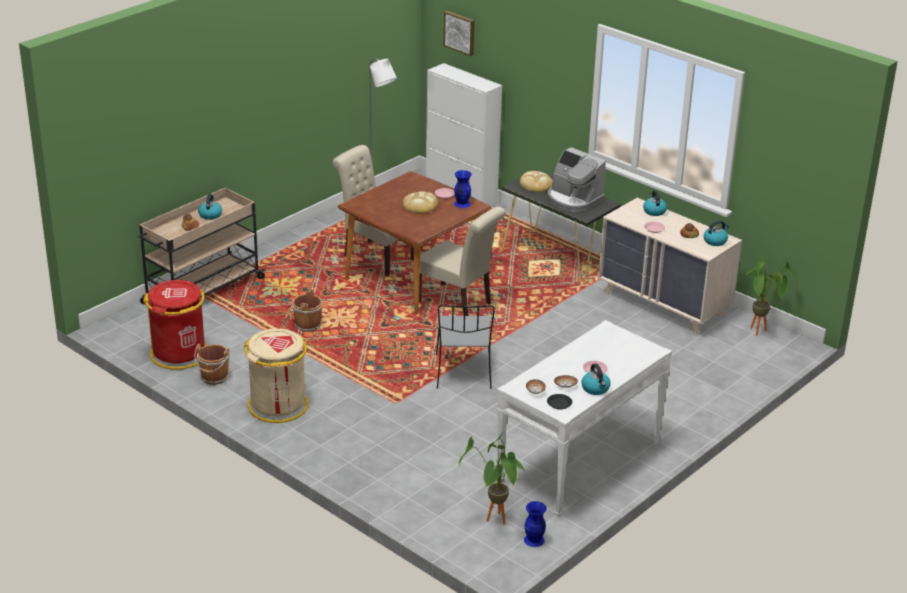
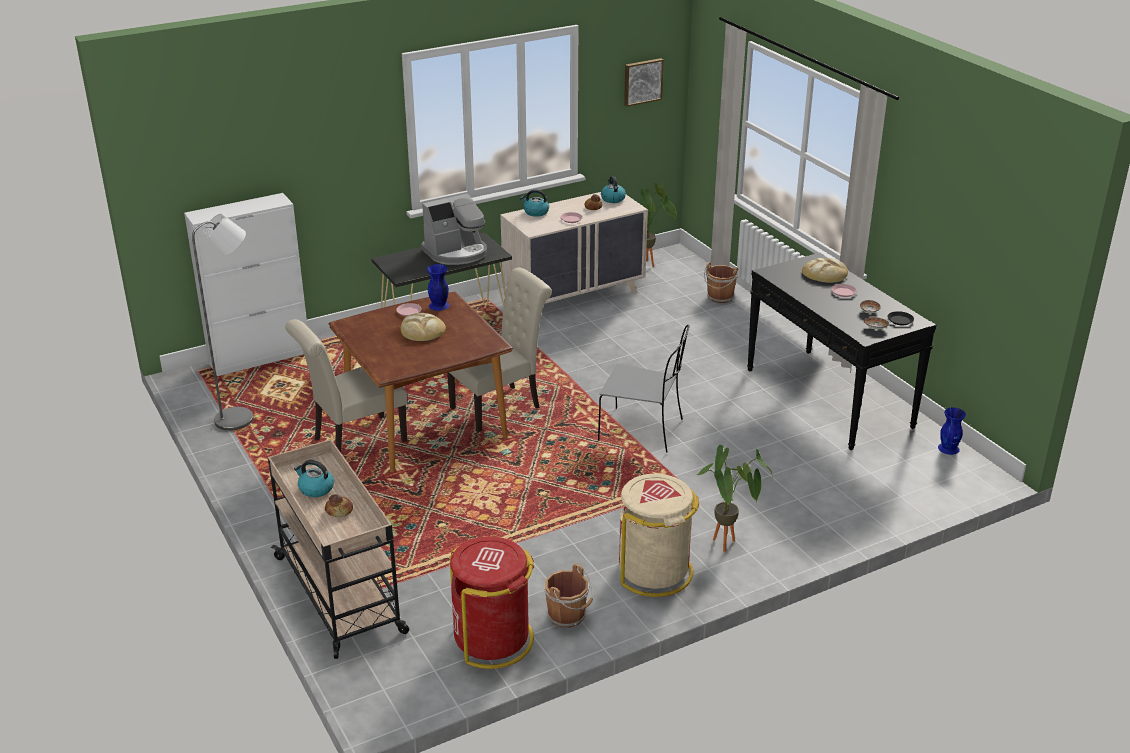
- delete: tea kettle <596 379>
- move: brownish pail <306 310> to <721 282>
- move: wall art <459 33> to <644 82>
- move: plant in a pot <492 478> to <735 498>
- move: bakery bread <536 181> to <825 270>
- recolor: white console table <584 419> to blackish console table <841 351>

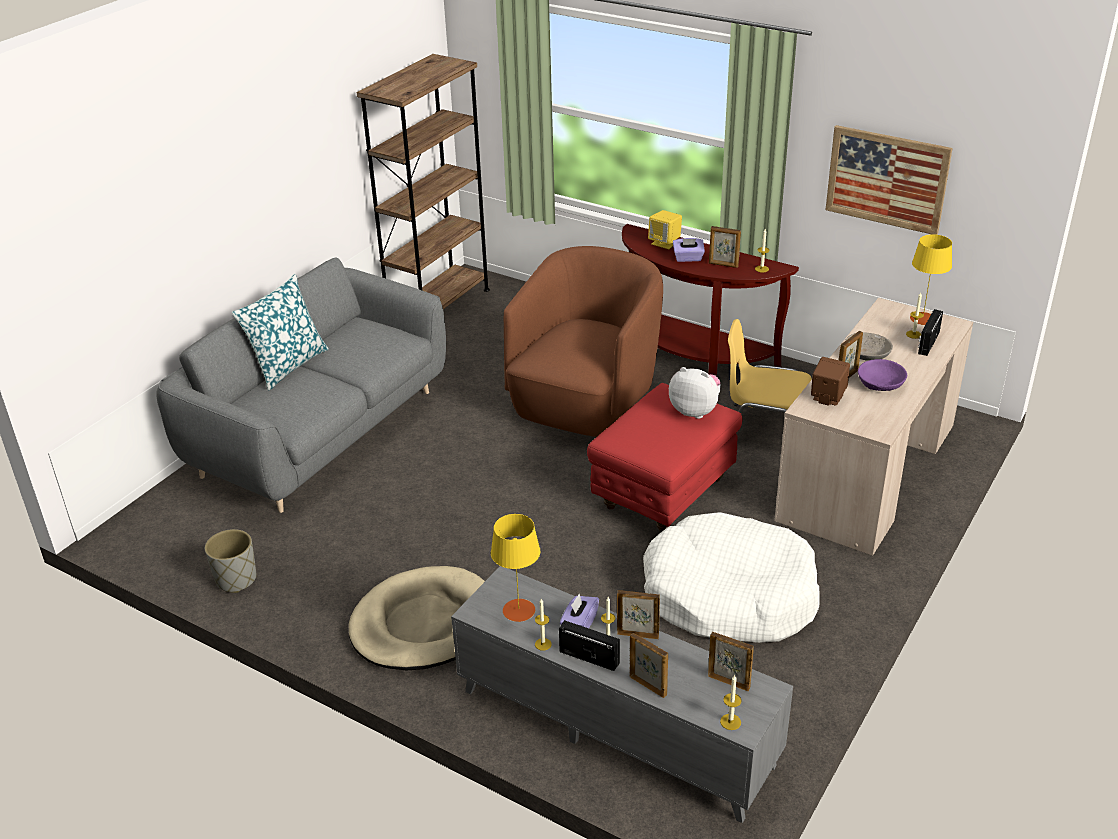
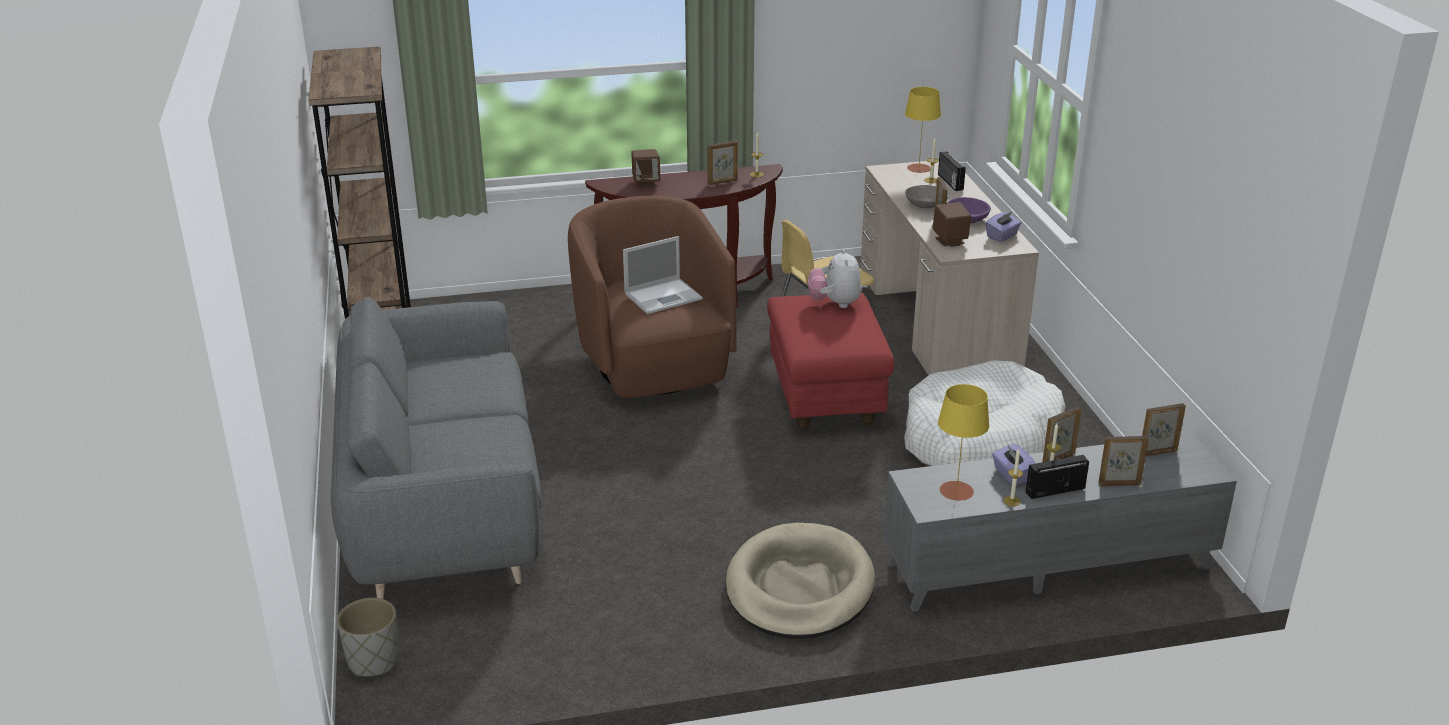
- delete: throw pillow <280 332>
- delete: wax candle <731 702>
- delete: wall art <889 180>
- insert: laptop <663 275>
- move: gray flower pot <230 561> to <368 637>
- move: purple-coloured box of tissues <689 250> to <1003 226>
- recolor: yellow loudspeaker <665 229> to brownish loudspeaker <645 168>
- rotate: plush toy <695 393> = <835 278> 75 degrees counterclockwise

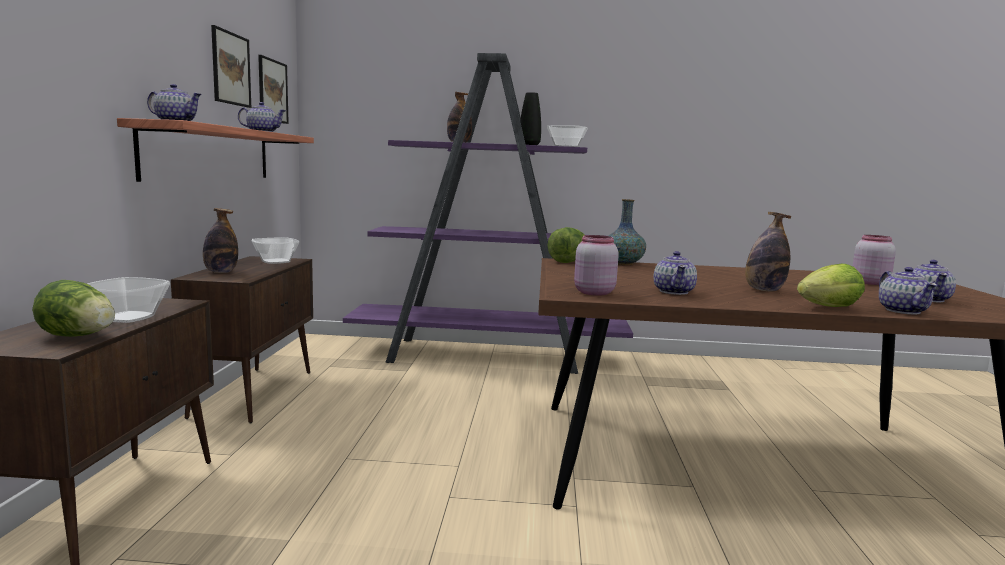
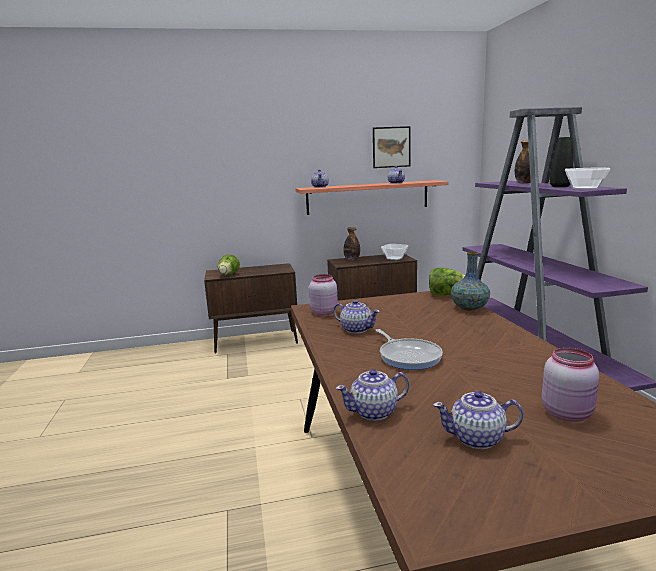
- delete: serving bowl <128 300>
- delete: wall art <273 89>
- delete: lettuce <831 285>
- replace: drink bottle <768 252> to frying pan <409 349>
- rotate: pot for tea <675 273> = <356 317> 135 degrees counterclockwise

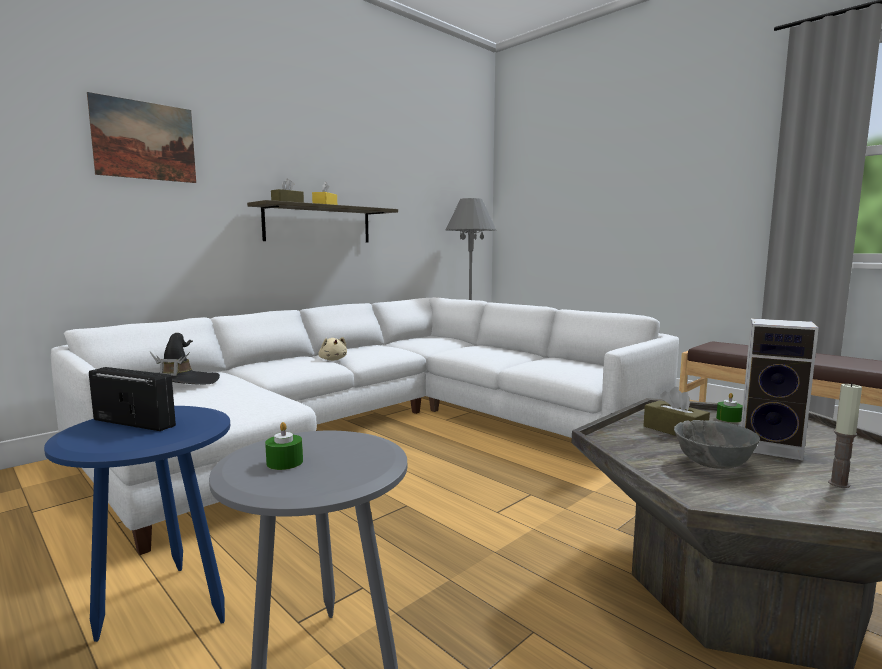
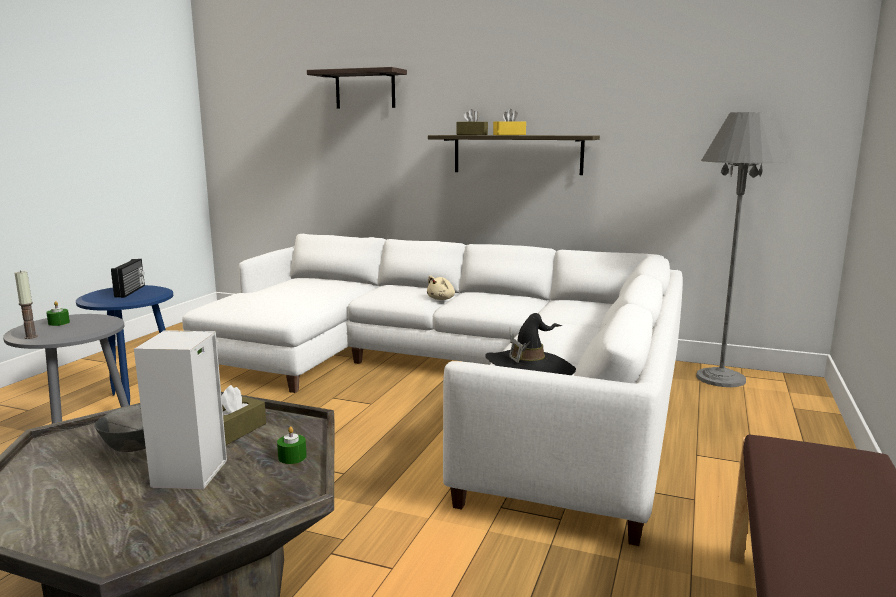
- move: blackish hat <184 358> to <530 344>
- move: wax candle <845 435> to <26 304>
- replace: wall art <141 137> to bracket shelf <357 87>

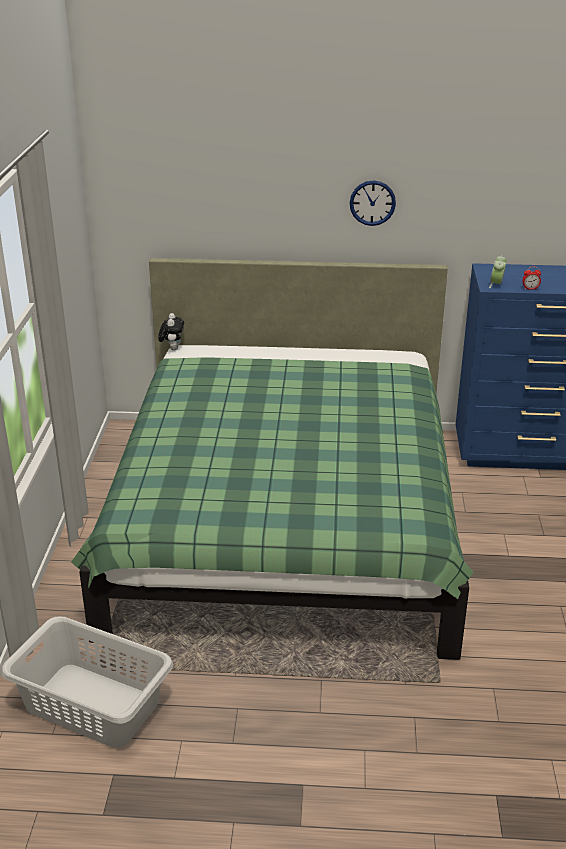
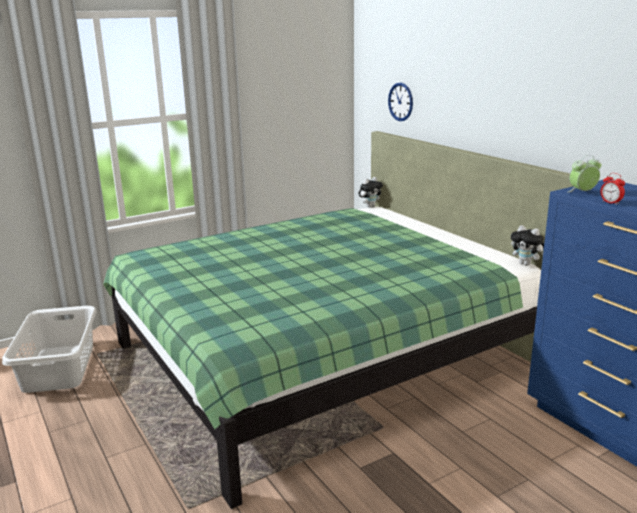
- insert: plush toy <527 245>
- move: wall clock <373 203> to <400 102>

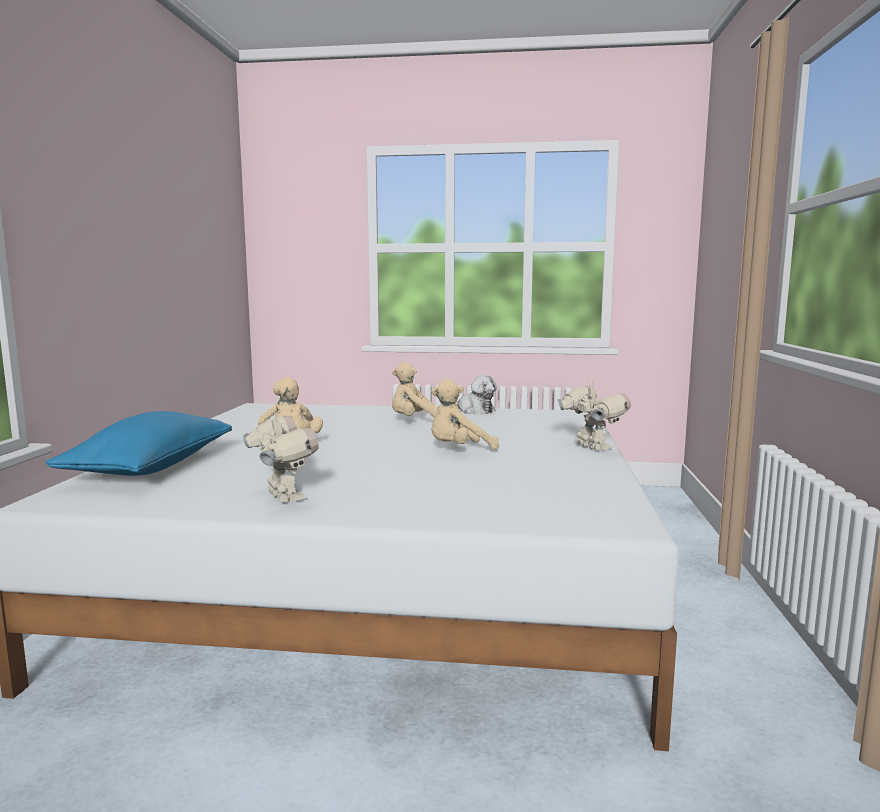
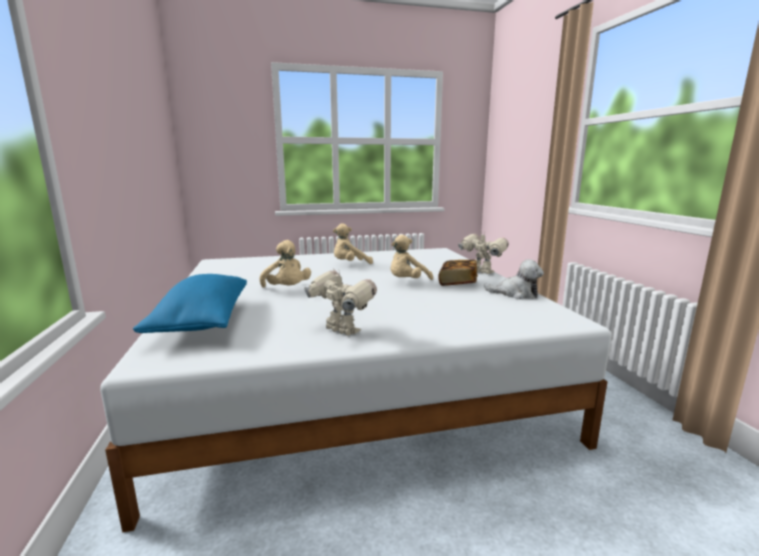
- insert: volume <458 273>
- move: plush toy <476 394> to <514 279>

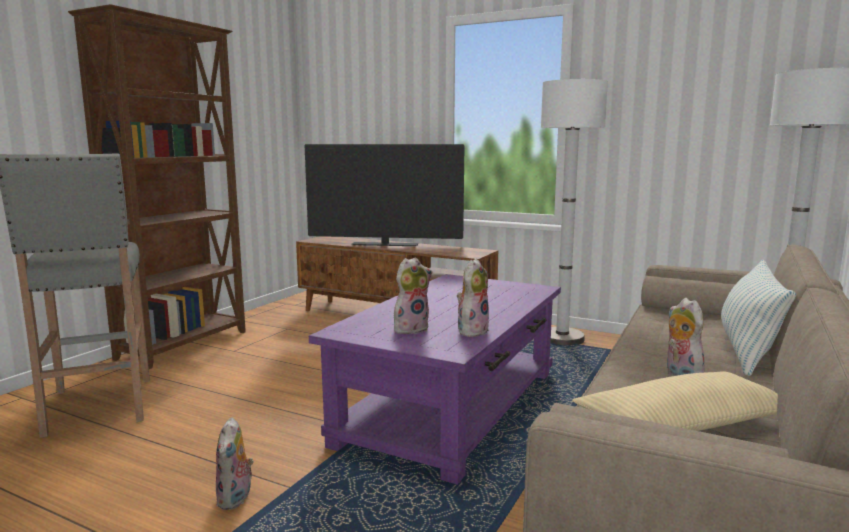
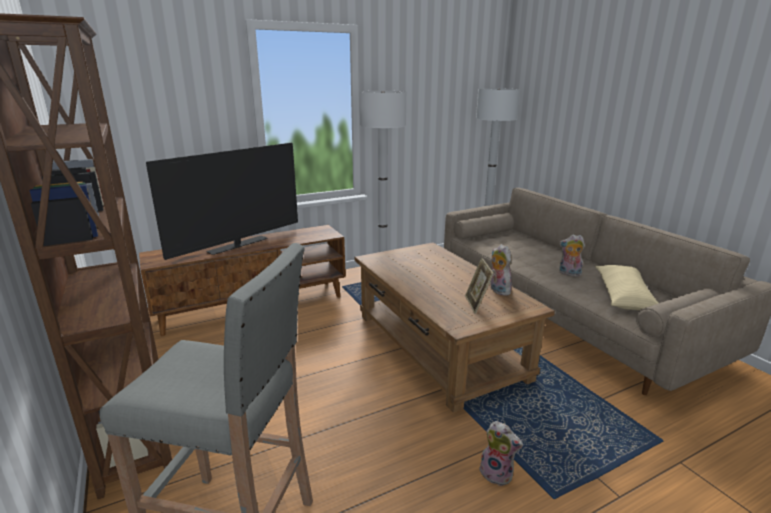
- delete: throw pillow <758 318>
- replace: plush toy <413 295> to photo frame <479 286>
- recolor: purple-coloured lounge table <435 379> to brownish lounge table <455 327>

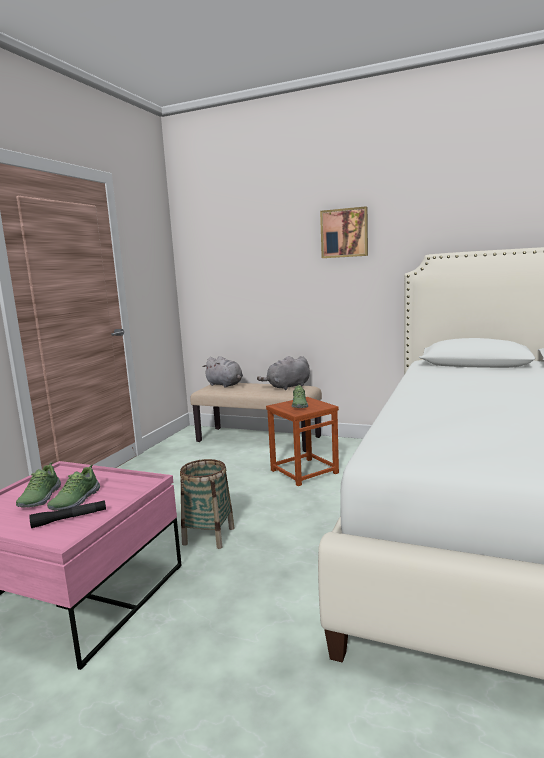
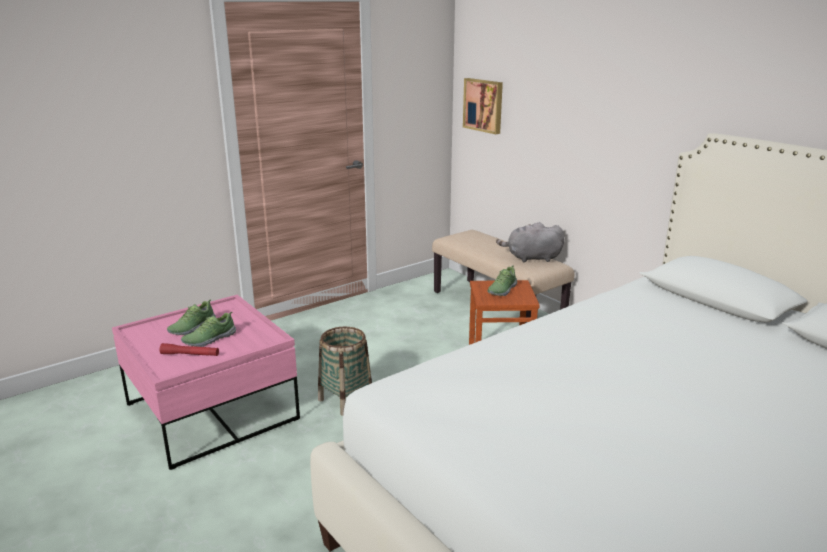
- delete: gray plush toy <223 372>
- move: wall art <344 232> to <483 106>
- recolor: blackish flashlight <67 514> to reddish flashlight <189 349>

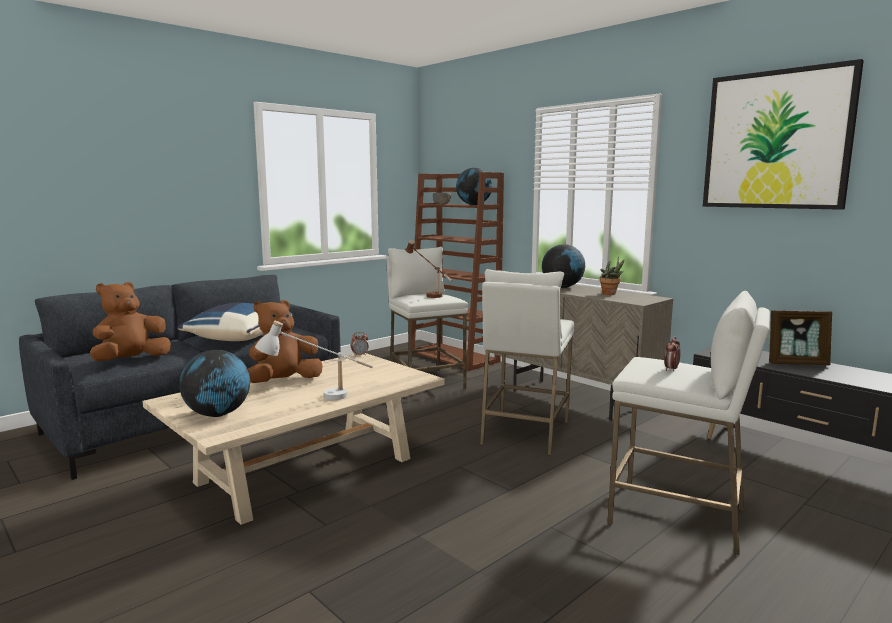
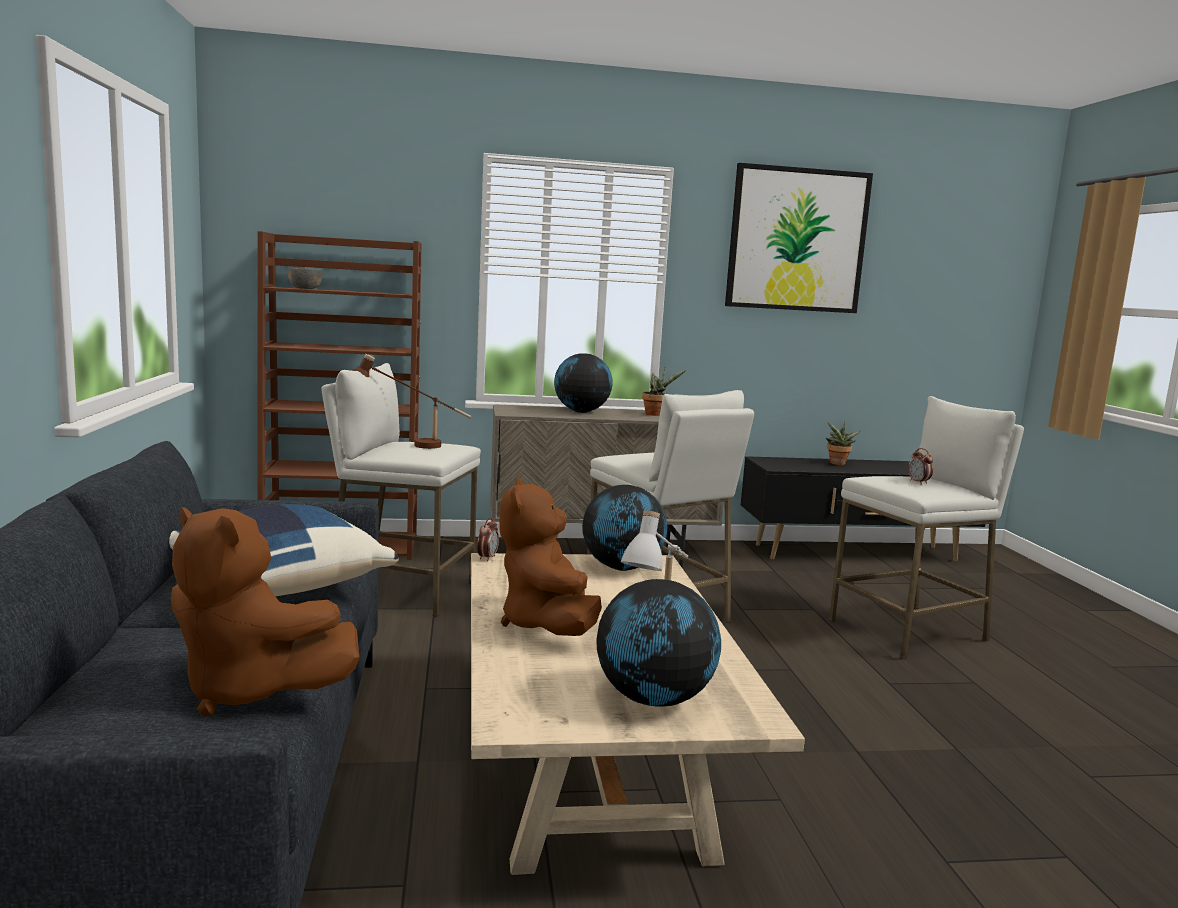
- move: globe <474 186> to <624 528>
- replace: photo frame <800 337> to plant in a pot <843 443>
- rotate: brownish plush toy <130 321> = <265 612> 45 degrees counterclockwise

